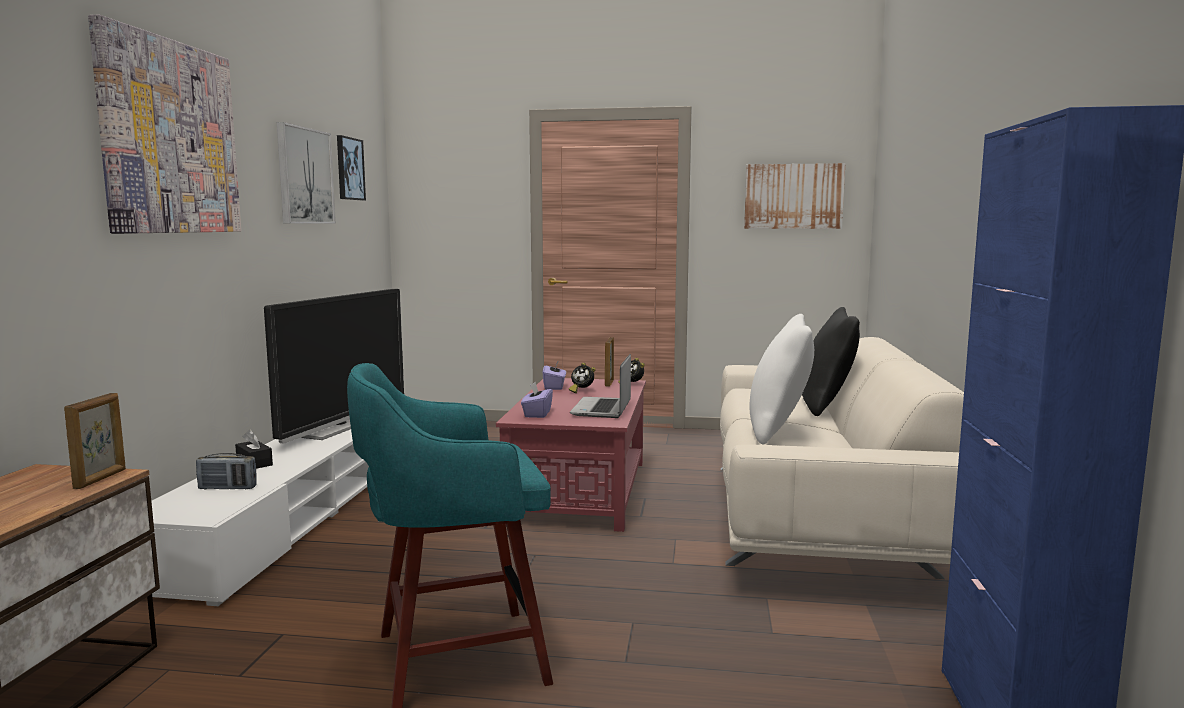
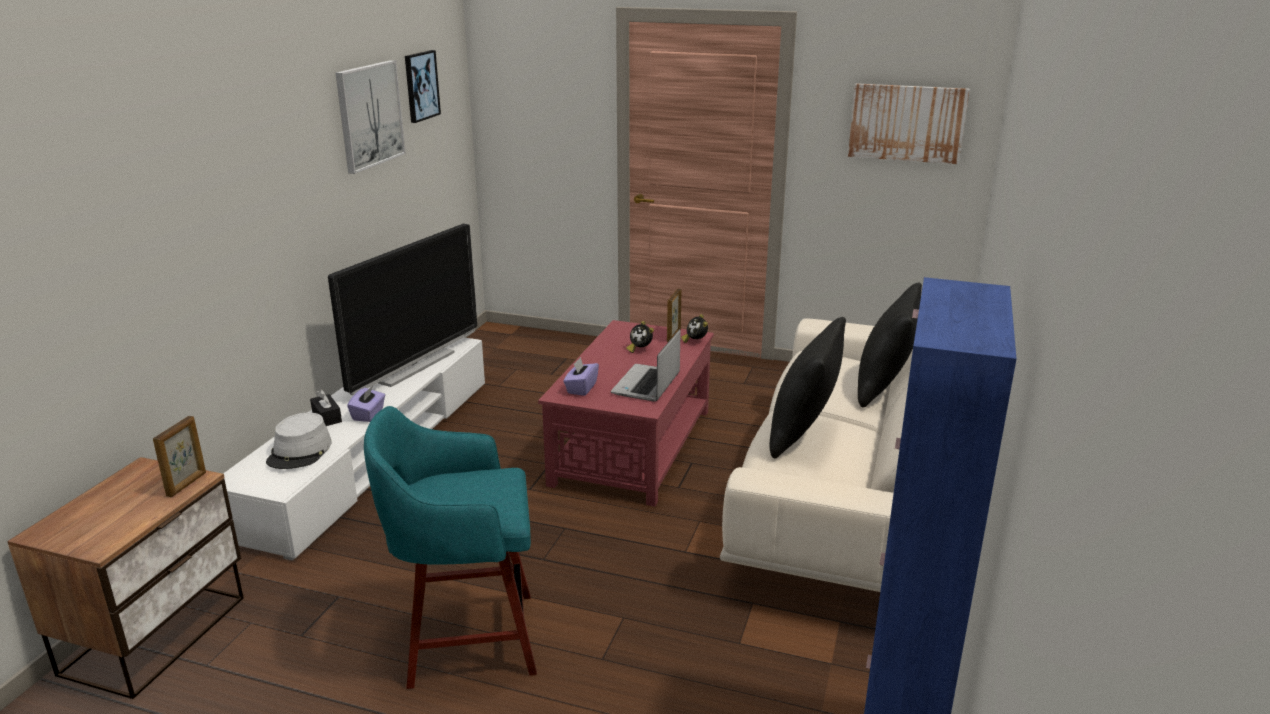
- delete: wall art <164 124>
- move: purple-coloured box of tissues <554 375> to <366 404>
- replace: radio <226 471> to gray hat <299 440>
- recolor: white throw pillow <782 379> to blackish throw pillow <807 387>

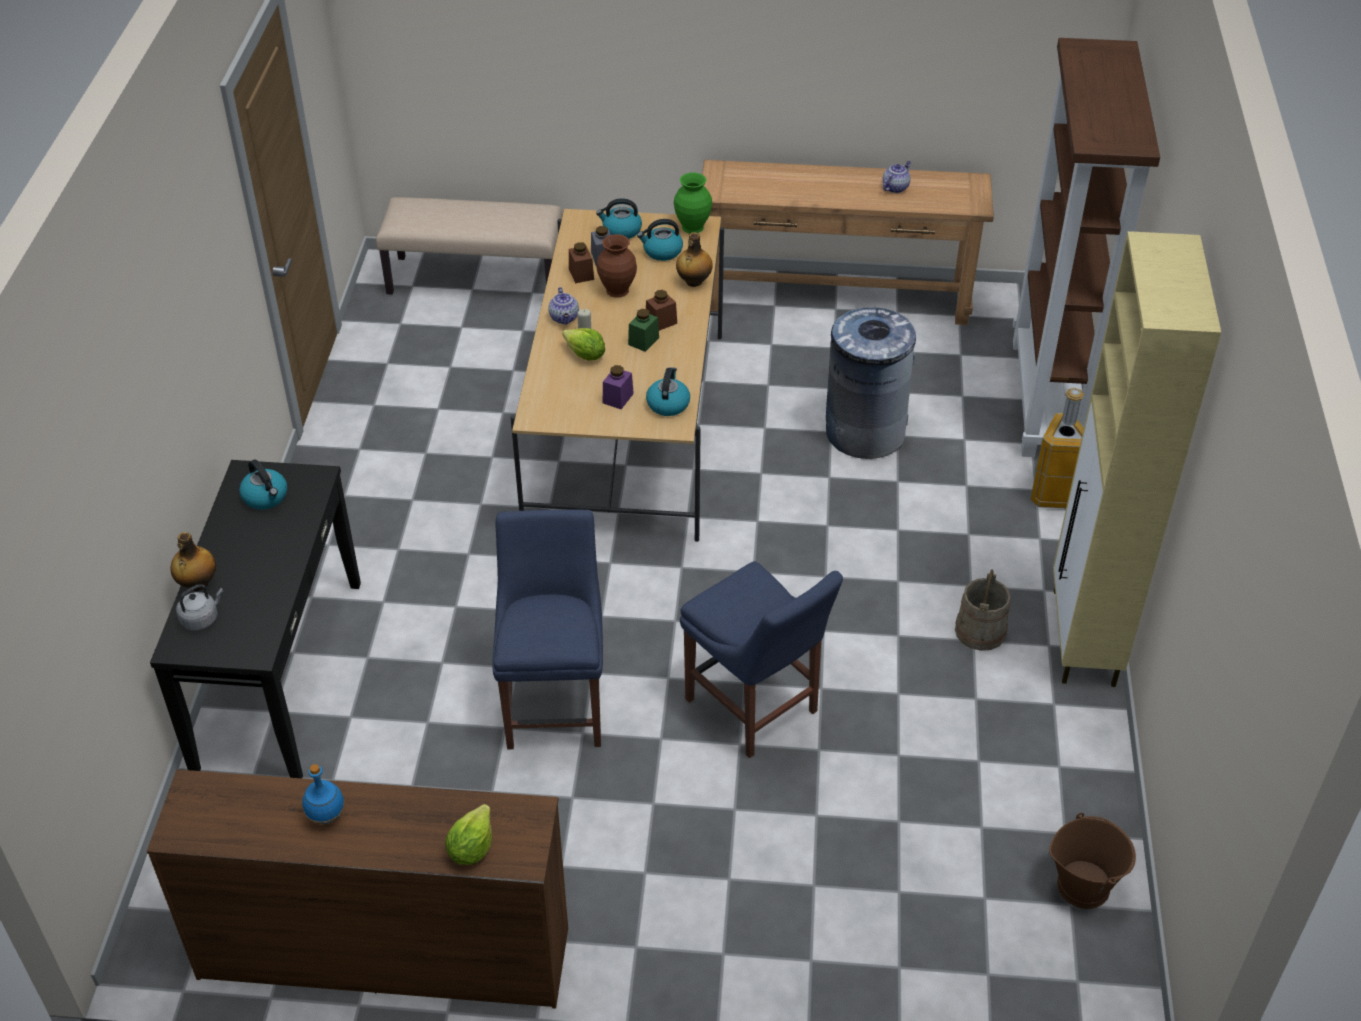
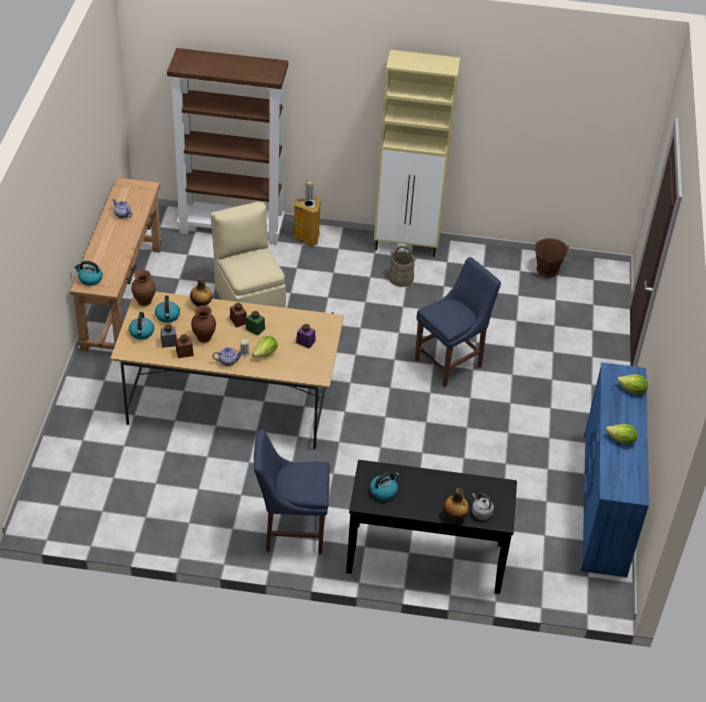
- delete: beige-coloured long seat <469 246>
- move: blue plain chair <547 629> to <292 492>
- move: tea kettle <668 391> to <88 273>
- replace: blue drink bottle <323 794> to lettuce <622 434>
- replace: gray waste bin <871 383> to beige-coloured plain chair <248 255>
- recolor: brownish drawer chest <357 889> to blue drawer chest <615 469>
- recolor: green-coloured decorative vase <693 203> to brownish decorative vase <143 288>

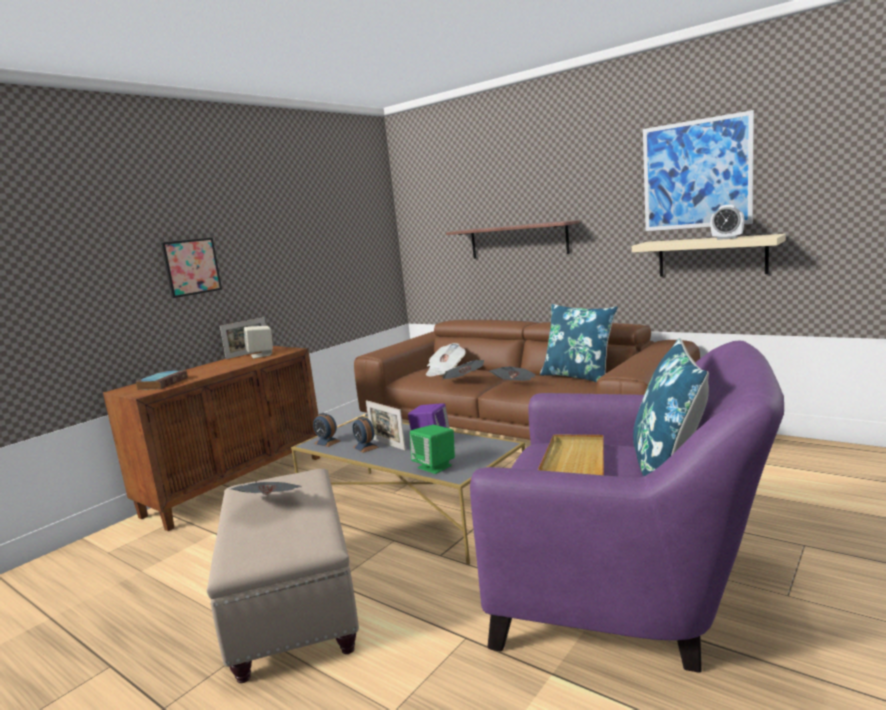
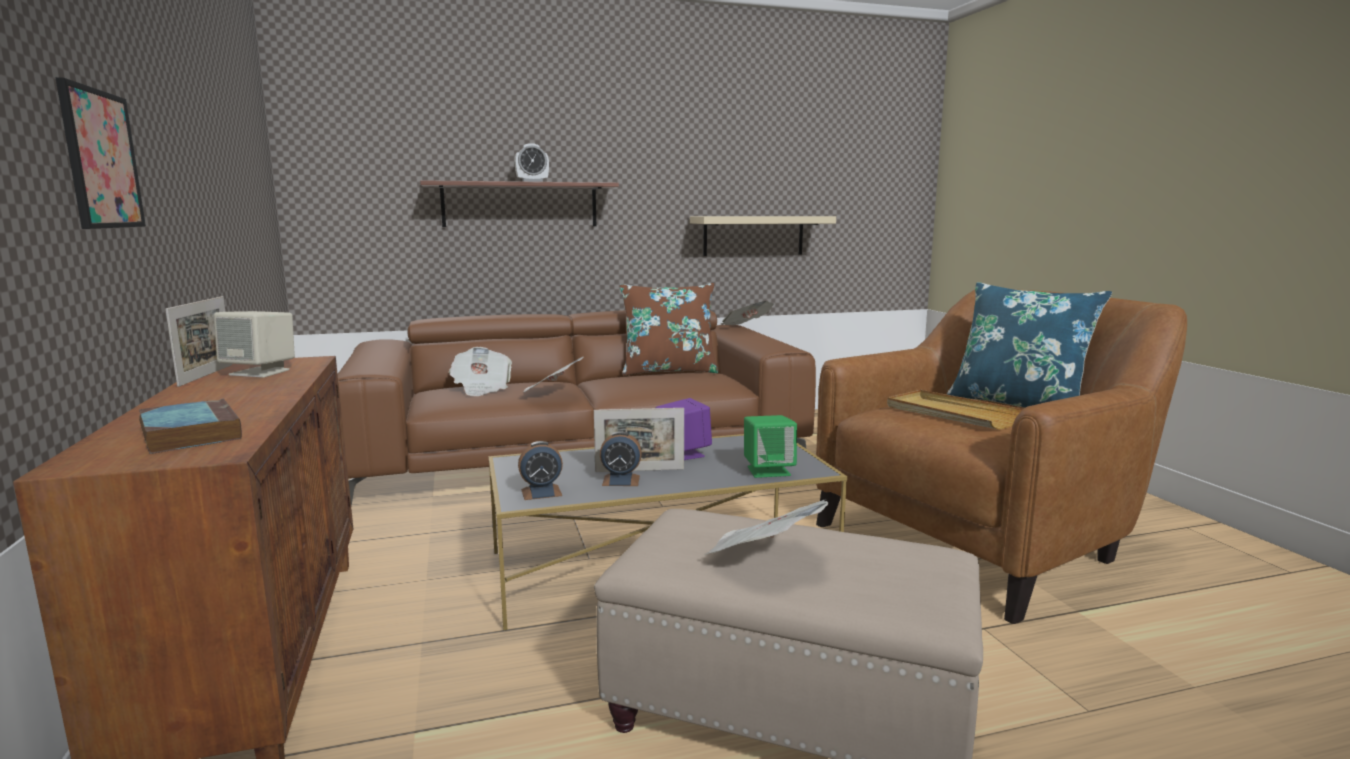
- delete: wall art <698 170>
- move: newspaper <512 374> to <747 313>
- move: alarm clock <727 222> to <531 162>
- recolor: purple-coloured lounge chair <627 506> to brownish lounge chair <1001 456>
- recolor: blue throw pillow <579 343> to brownish throw pillow <669 329>

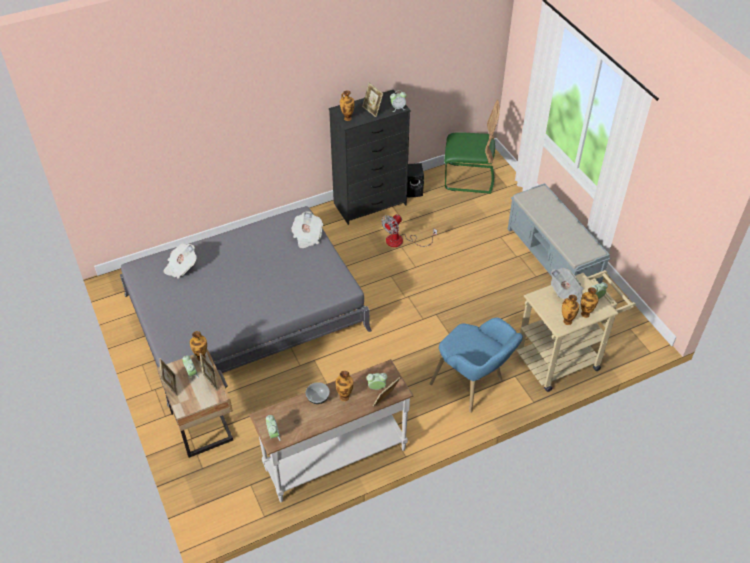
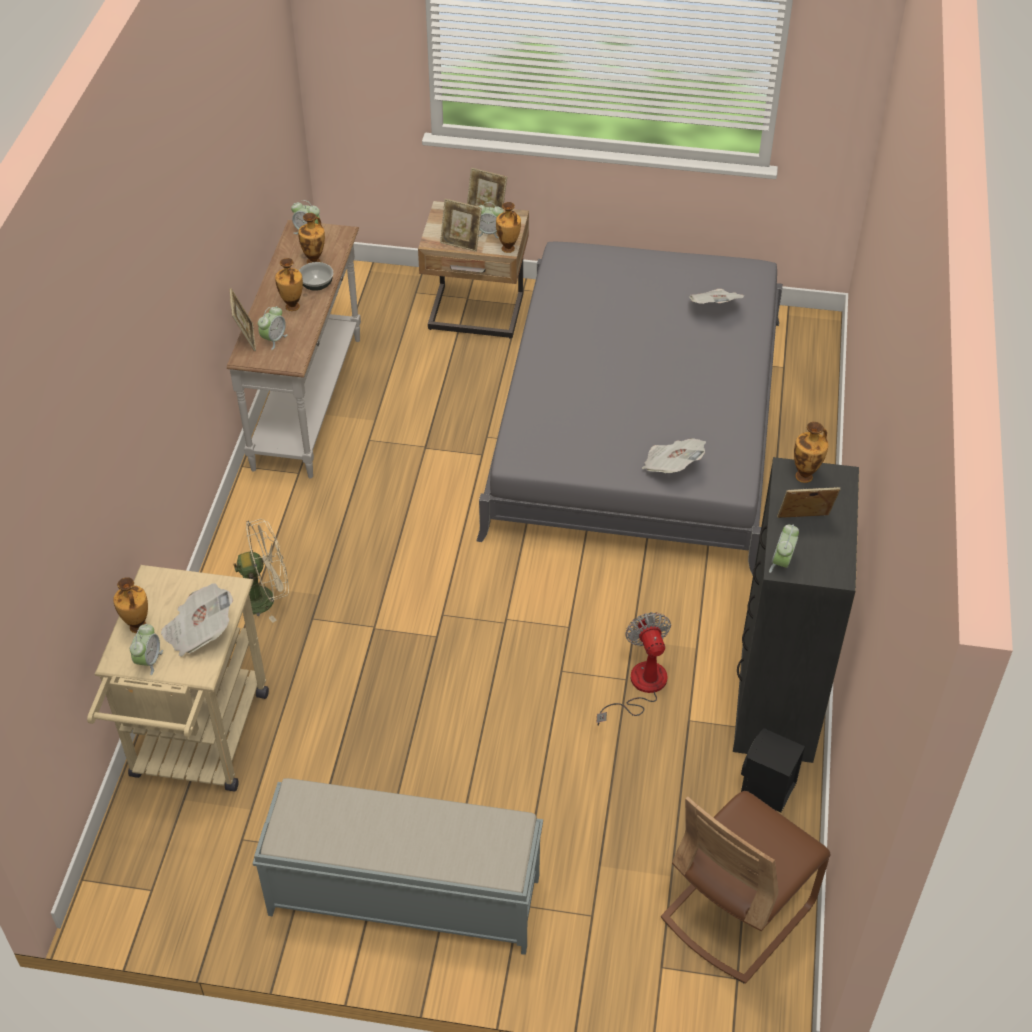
- move: decorative vase <570 310> to <311 238>
- replace: blue lounge chair <476 365> to beige-coloured cooling fan <261 571>
- recolor: green-coloured plain chair <472 146> to brownish plain chair <745 887>

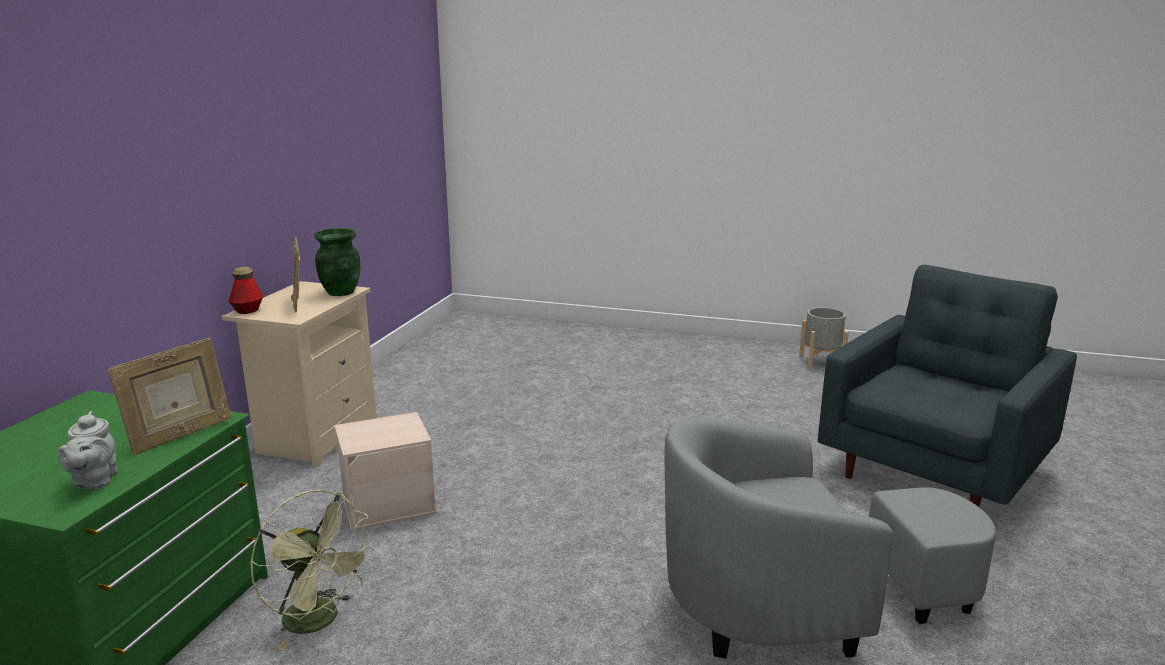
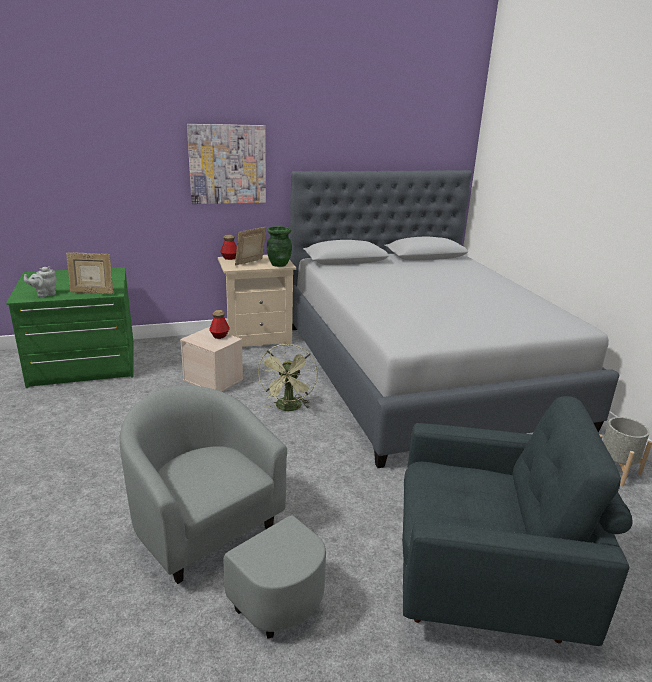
- insert: wall art <226 164>
- insert: drink bottle <219 324>
- insert: gray bed <455 319>
- move: green-coloured cooling fan <312 570> to <288 377>

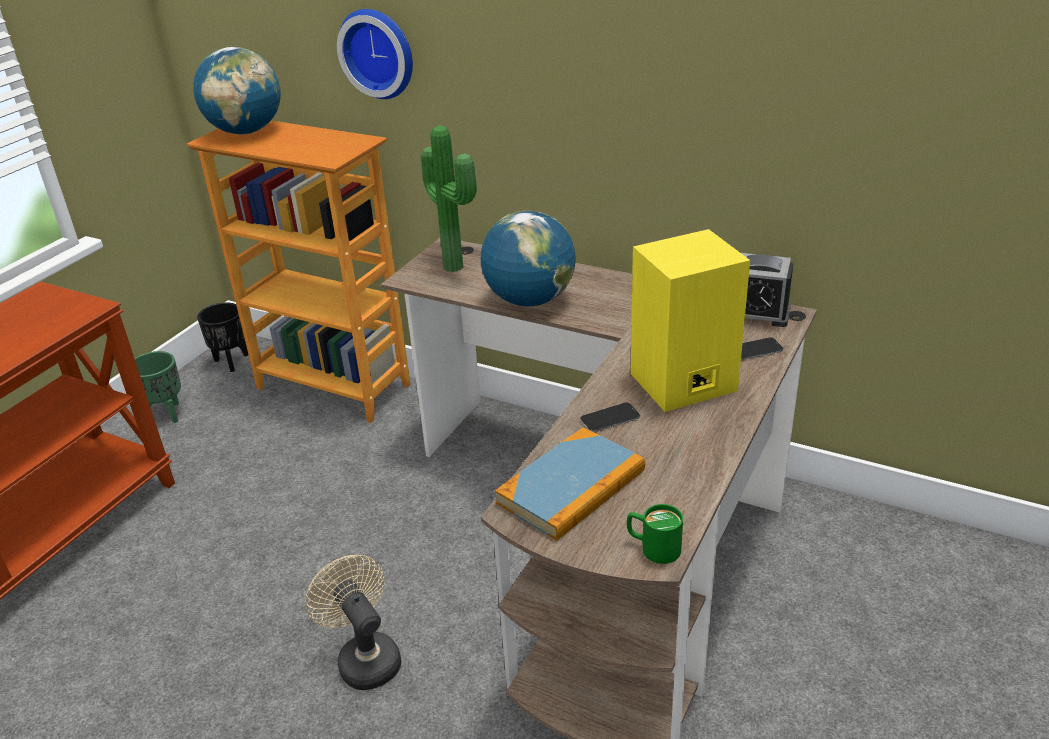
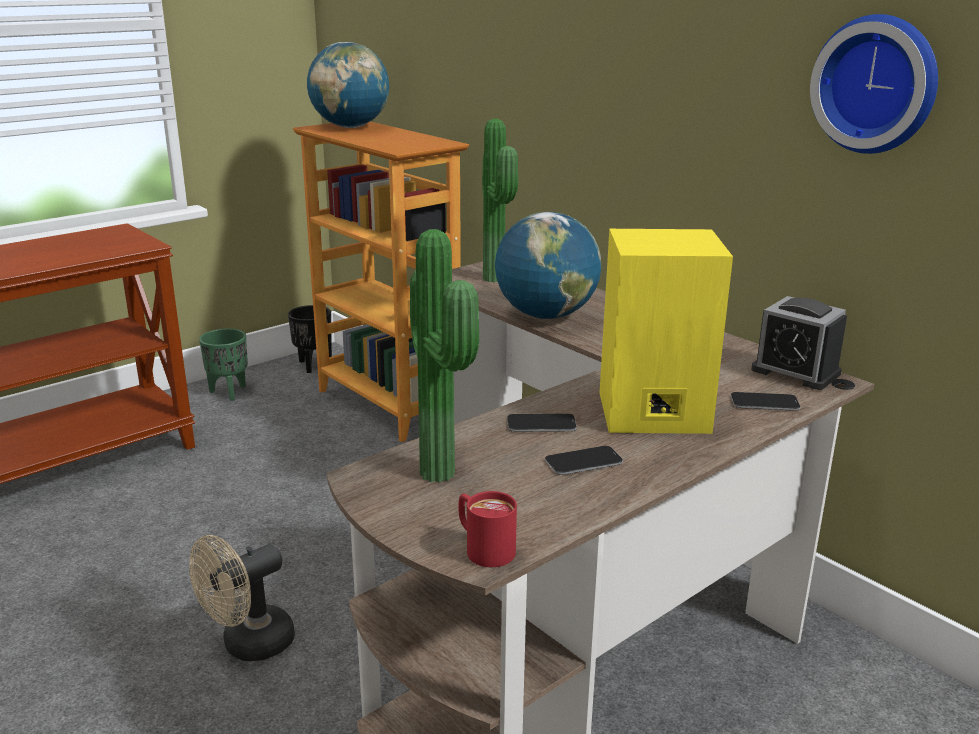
- insert: telephone <584 460>
- move: wall clock <375 54> to <874 84>
- replace: volume <570 484> to plant in a pot <444 356>
- recolor: green-coloured coffee mug <655 534> to reddish coffee mug <487 529>
- rotate: beige-coloured cooling fan <353 622> = <242 598> 120 degrees counterclockwise

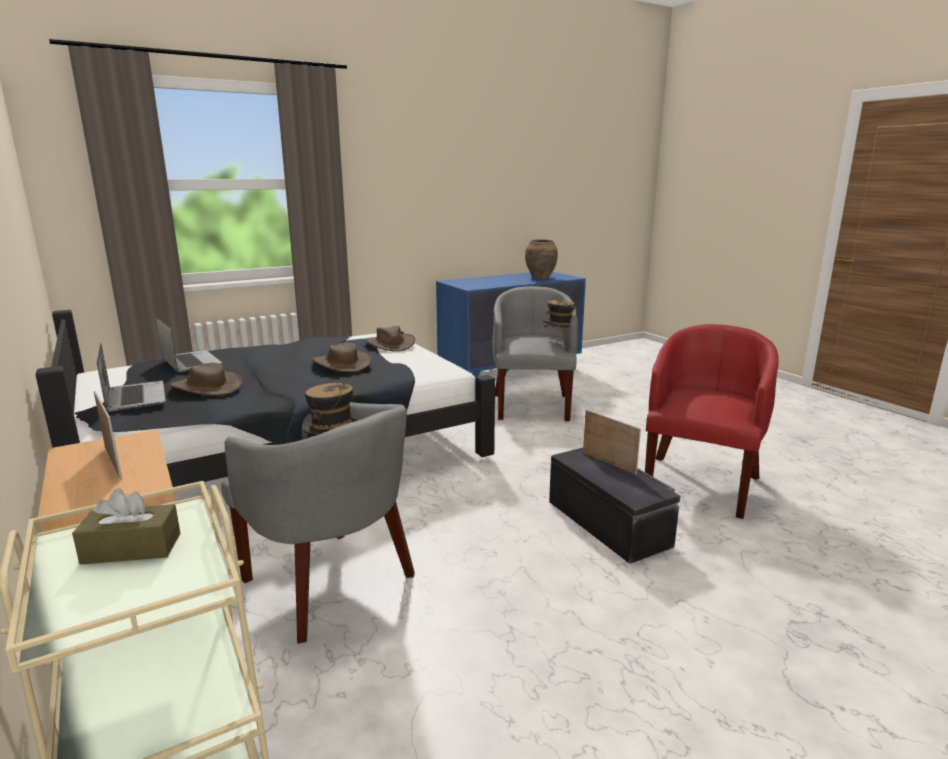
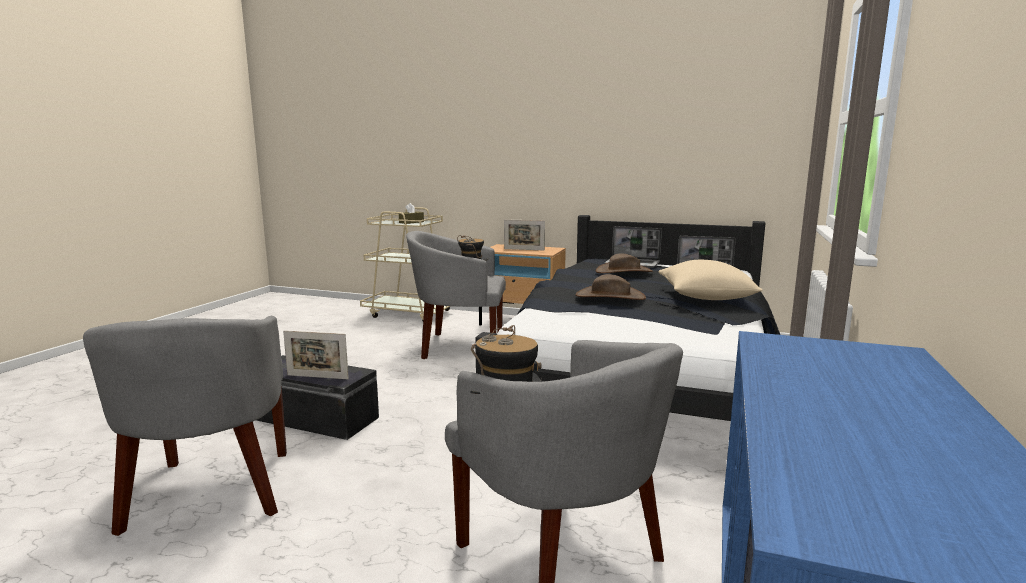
- delete: brownish hat <390 339>
- delete: brownish decorative vase <541 259>
- insert: beige-coloured throw pillow <710 280>
- recolor: reddish lounge chair <712 421> to gray lounge chair <185 426>

